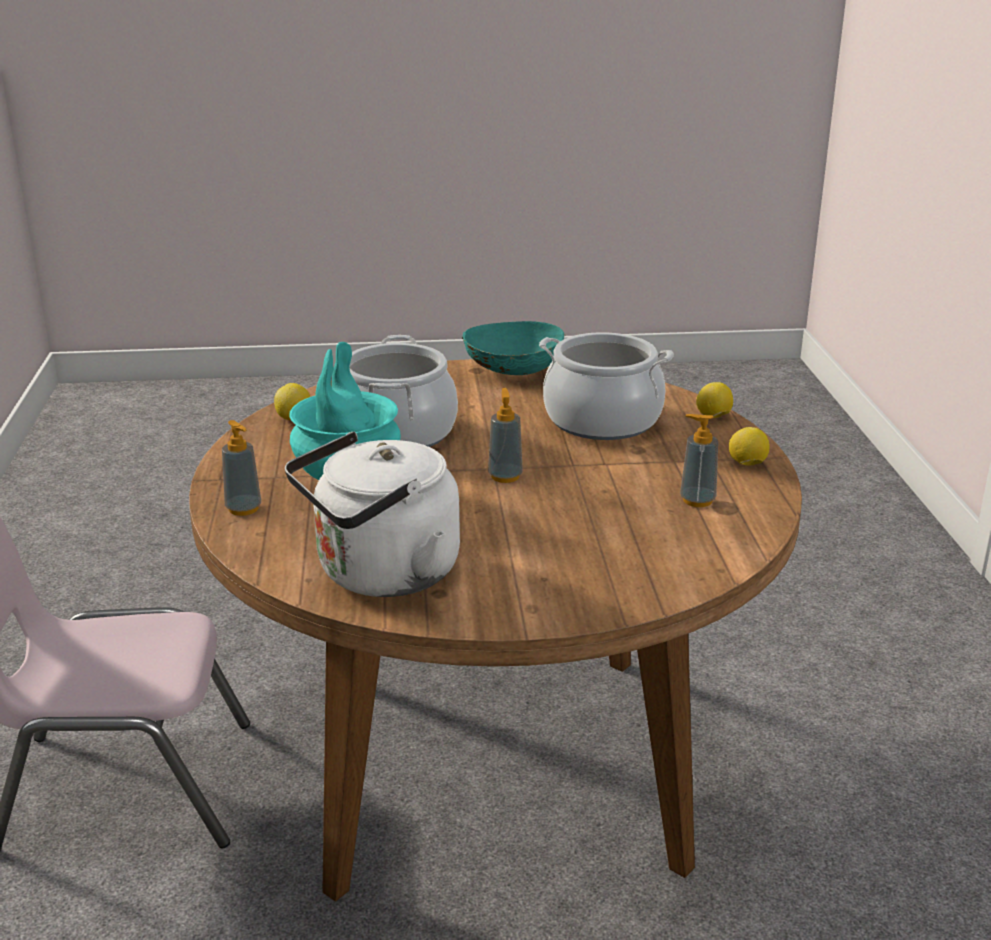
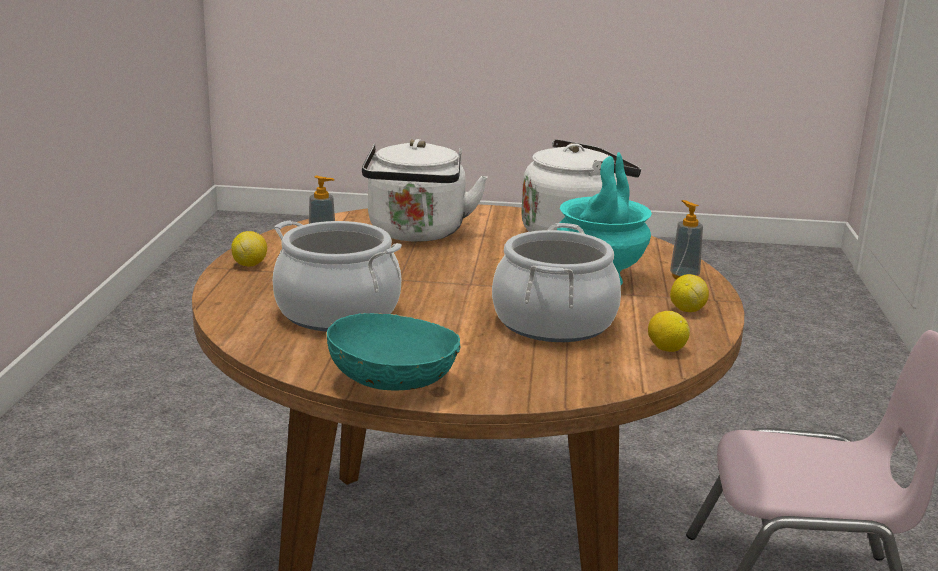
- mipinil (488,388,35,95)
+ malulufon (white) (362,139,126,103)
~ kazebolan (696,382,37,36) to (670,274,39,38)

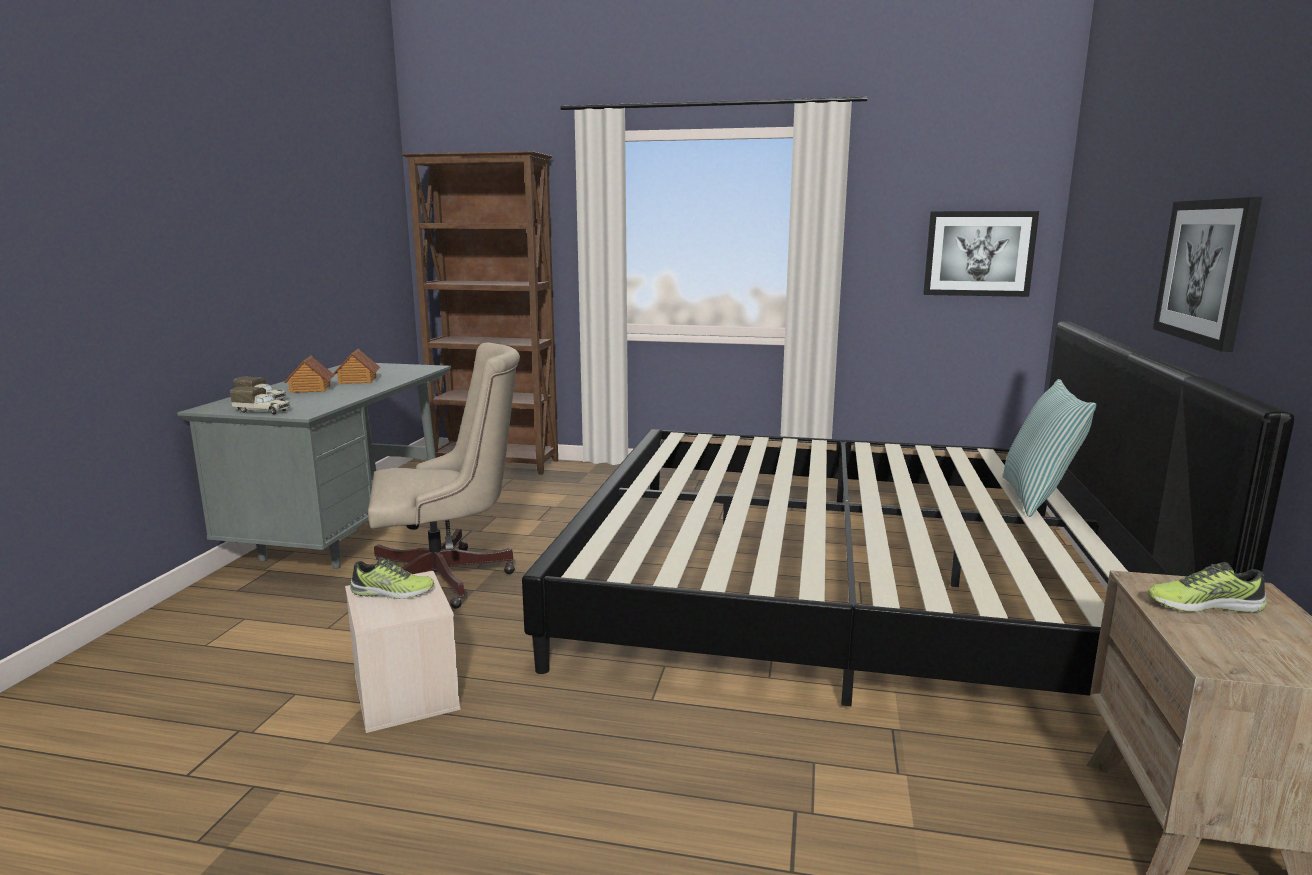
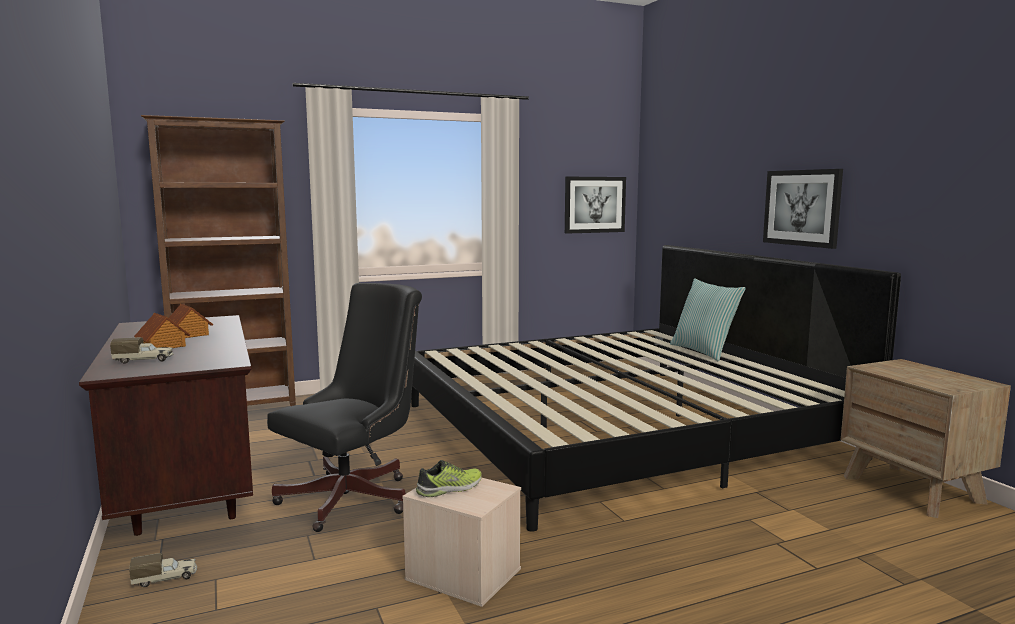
- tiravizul (1148,562,118,50)
~ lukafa (230,387,60,28) to (129,553,68,34)
~ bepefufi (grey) (177,363,274,206) to bepefufi (brown) (79,315,174,221)
~ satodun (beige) (368,342,152,267) to satodun (black) (267,283,155,249)

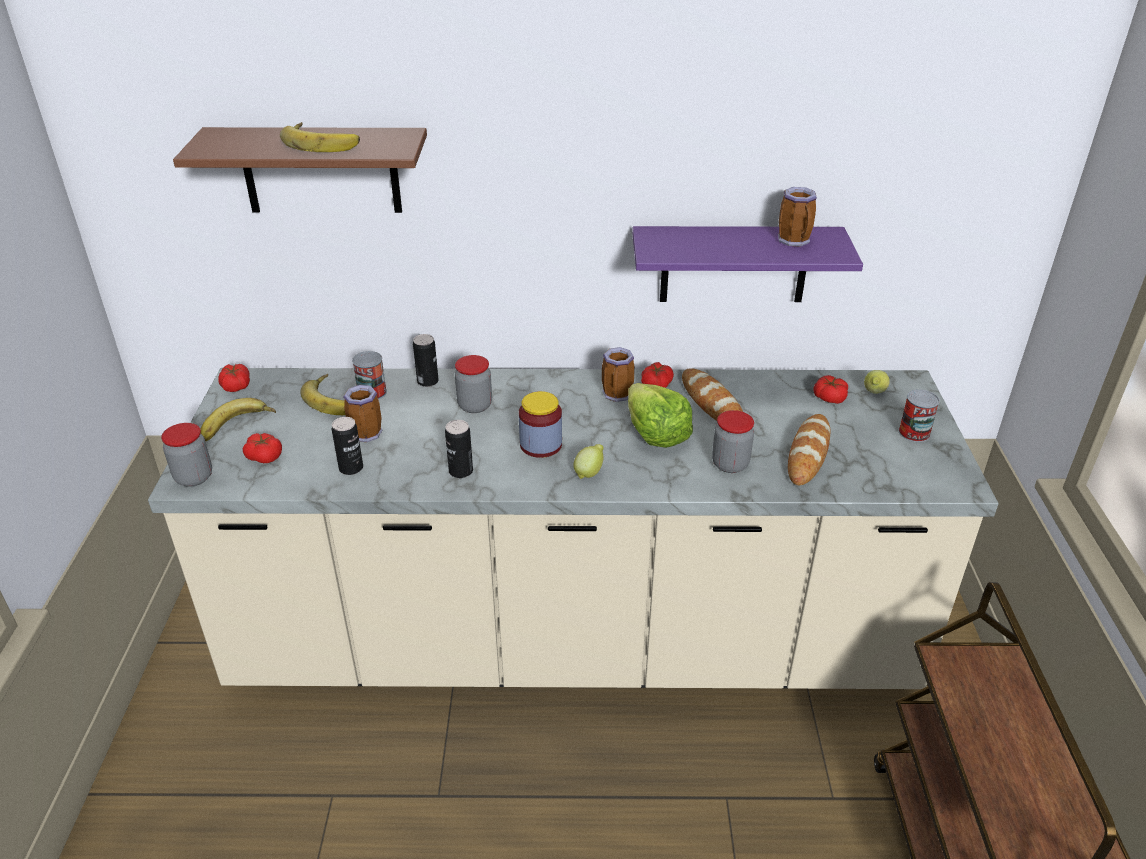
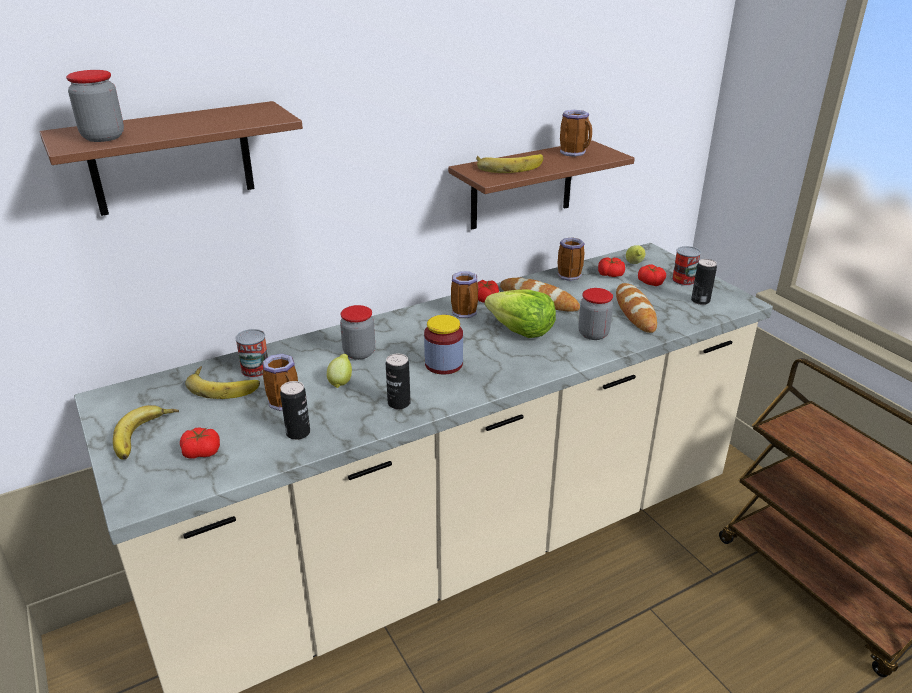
+ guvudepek (557,237,28,44)
~ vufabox (161,423,51,64) to (66,70,58,72)
~ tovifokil (218,364,32,28) to (638,264,28,22)
~ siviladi (280,122,80,30) to (476,154,67,19)
~ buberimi (413,334,26,53) to (691,259,26,46)
~ kazebolan (573,444,31,35) to (327,354,25,34)
~ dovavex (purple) (632,226,231,76) to dovavex (brown) (448,140,187,89)

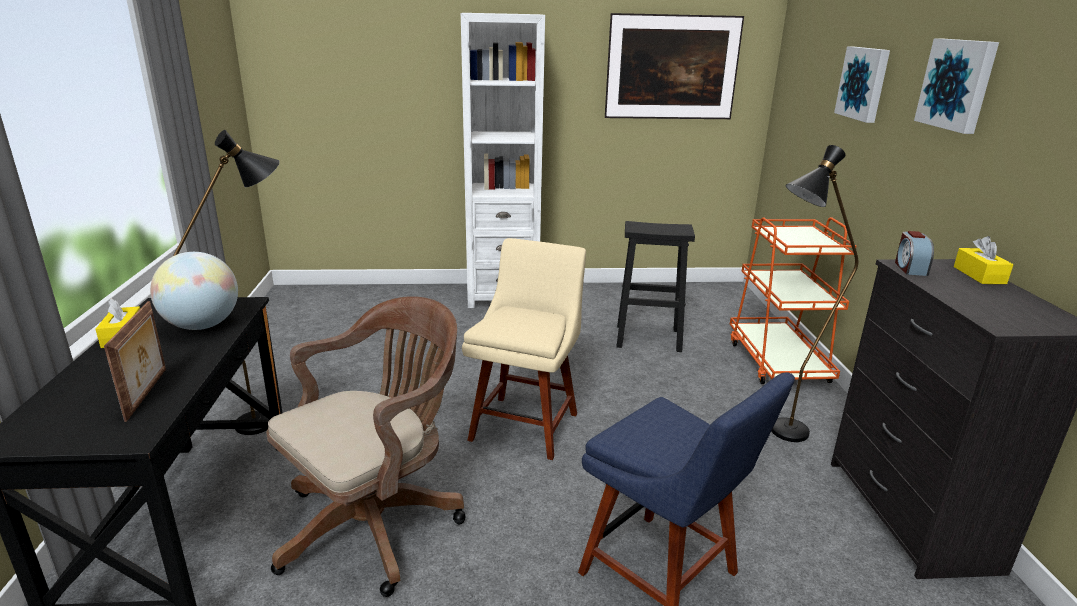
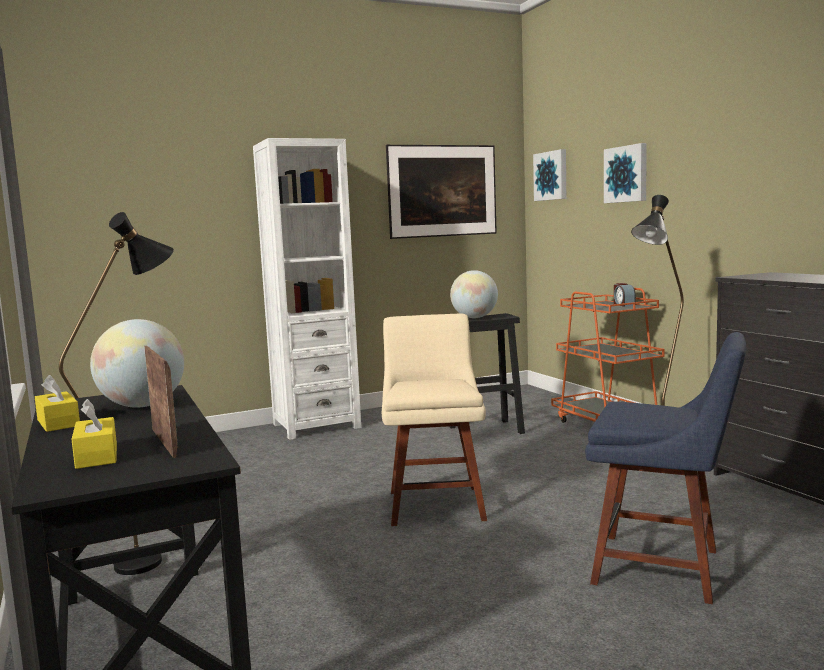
- satodun (brown) (266,296,200,301)
+ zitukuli (450,270,48,48)
~ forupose (895,231,39,45) to (614,283,22,24)
~ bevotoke (914,38,85,96) to (533,149,33,52)
~ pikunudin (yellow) (954,236,59,48) to (71,399,46,70)

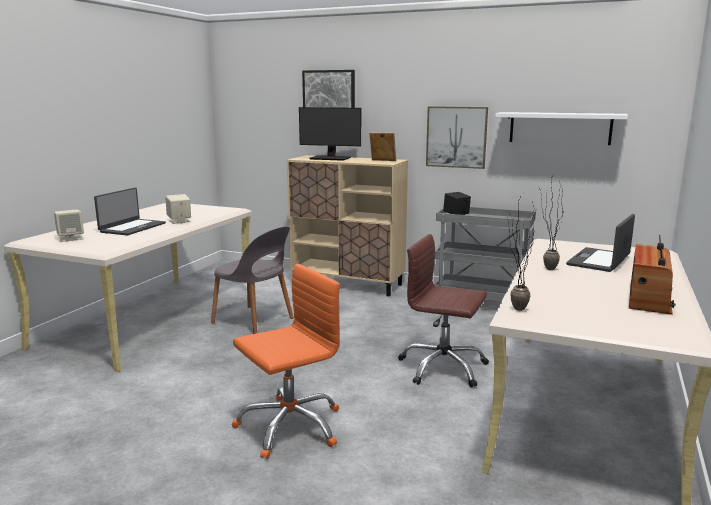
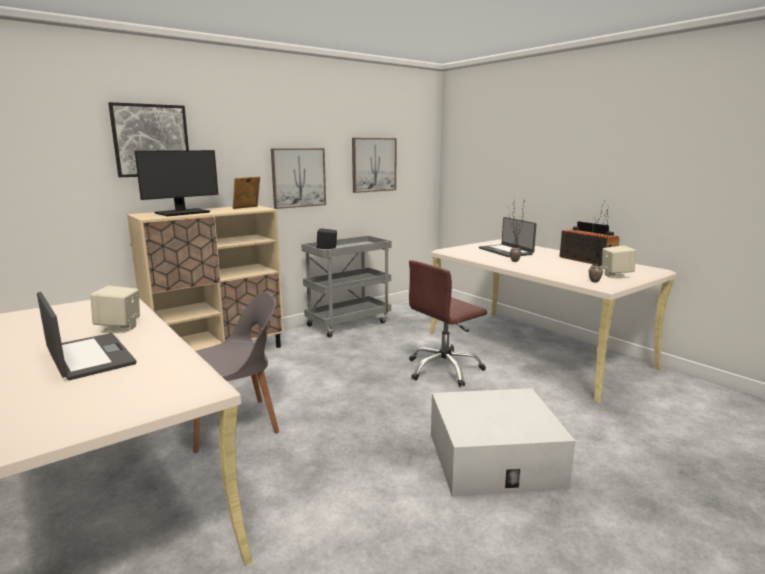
~ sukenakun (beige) (54,210,30,32) to (602,246,34,32)
~ satodun (orange) (232,263,108,196) to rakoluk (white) (431,388,144,109)
~ dovavex (white) (495,112,133,33) to bevotoke (352,138,45,55)

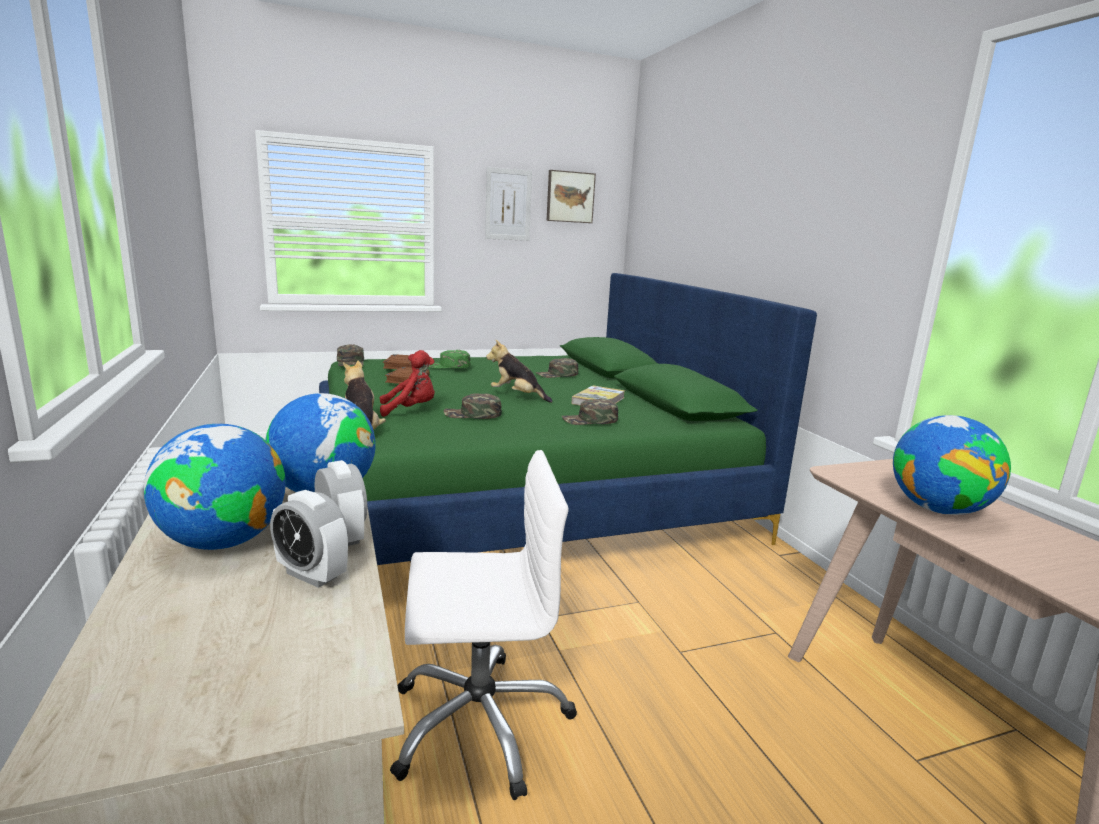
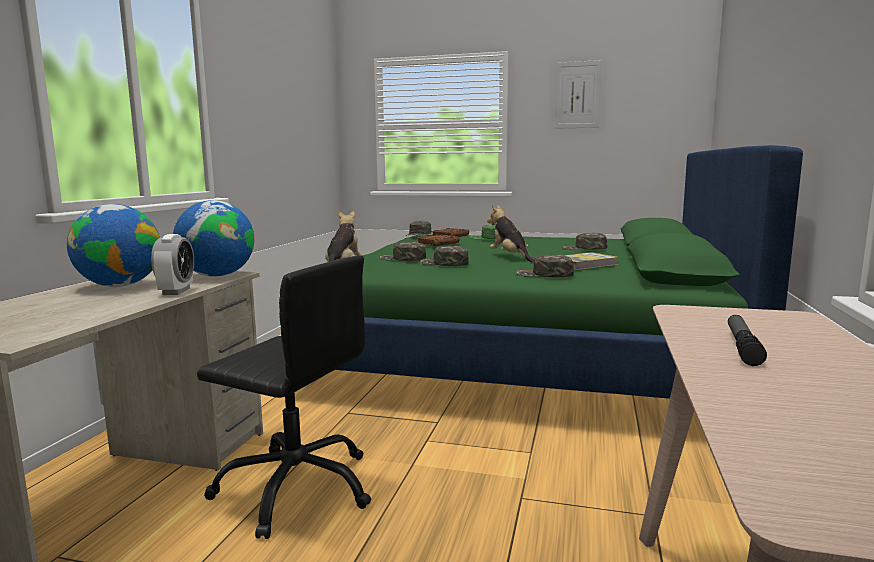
- forupose (270,490,78,98)
- bevotoke (547,170,49,53)
~ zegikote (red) (380,350,55,67) to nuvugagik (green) (380,242,46,19)
~ zitukuli (893,415,118,100) to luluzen (728,315,39,51)
~ satodun (white) (390,450,187,350) to satodun (black) (197,256,174,283)

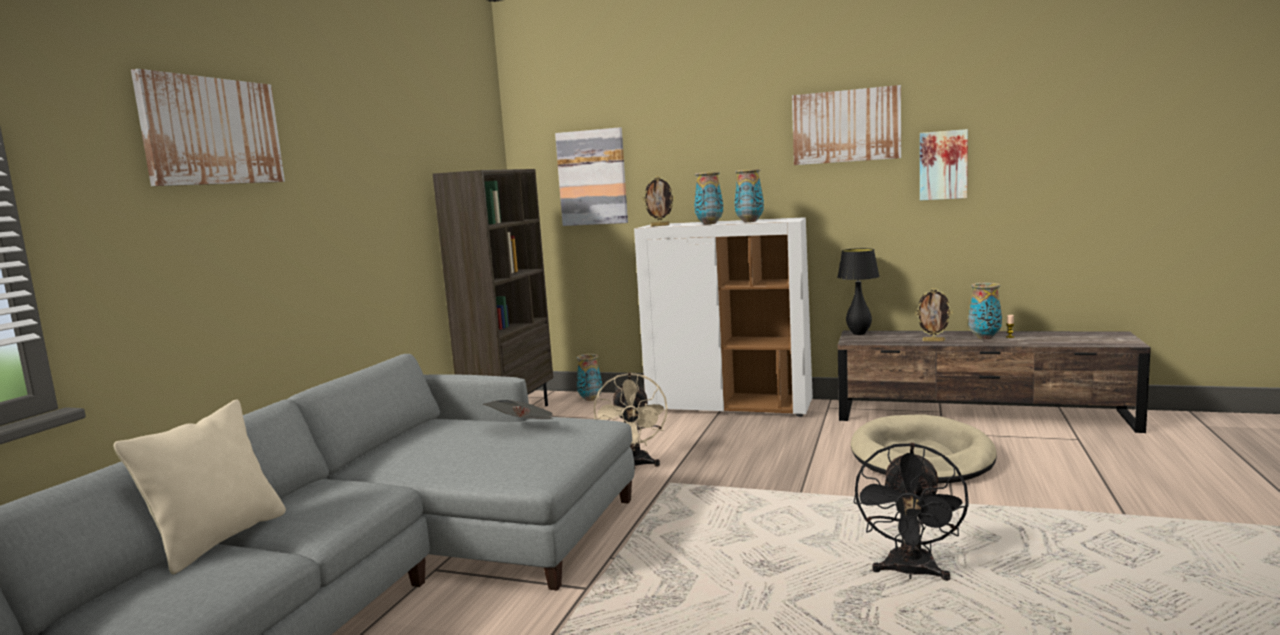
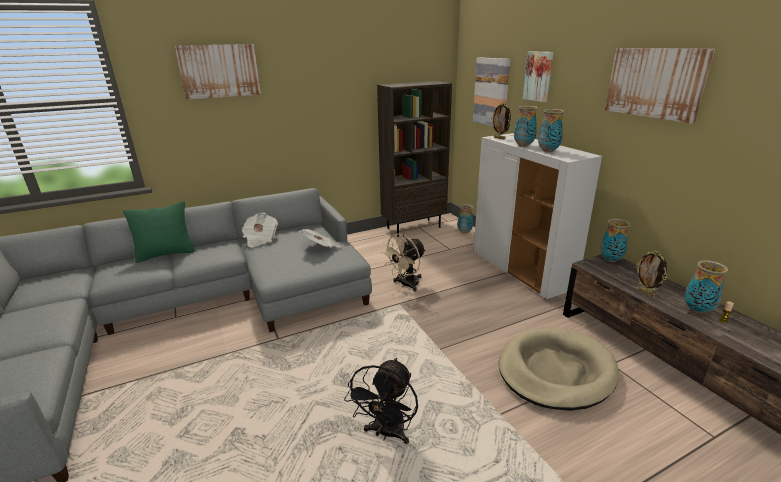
+ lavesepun (242,213,36,34)
~ bevotoke (920,129,48,72) to (523,51,30,51)
~ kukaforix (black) (837,248,43,87) to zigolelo (600,219,31,43)
~ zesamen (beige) (113,399,173,175) to zesamen (green) (123,201,72,62)
~ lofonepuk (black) (853,443,116,138) = (344,358,74,86) 45 degrees counterclockwise

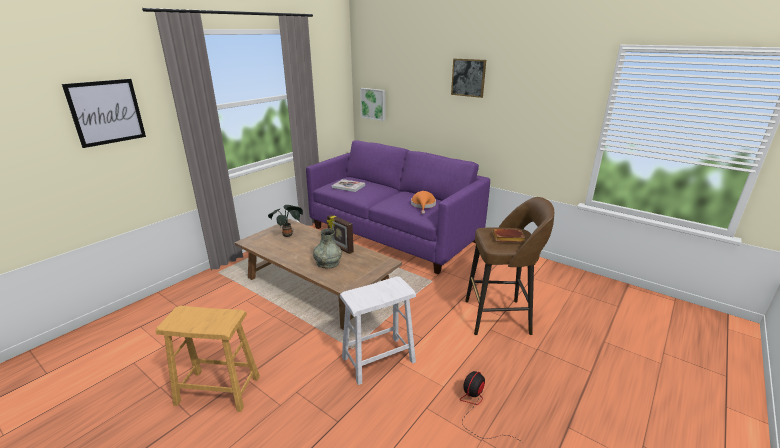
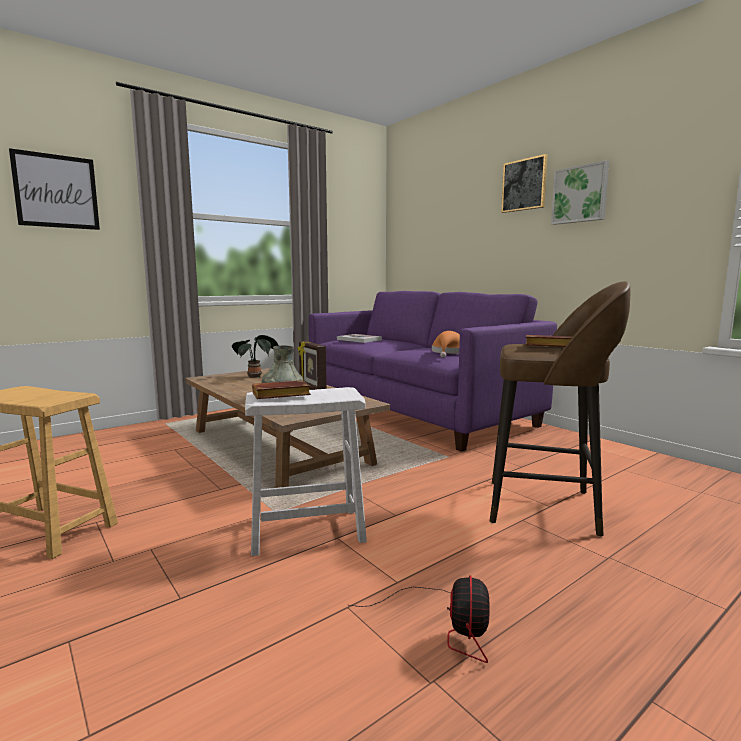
+ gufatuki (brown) (252,380,59,19)
~ bevotoke (360,88,25,33) to (551,160,58,65)
~ lofonepuk (460,371,62,71) = (349,575,141,88) 135 degrees clockwise

